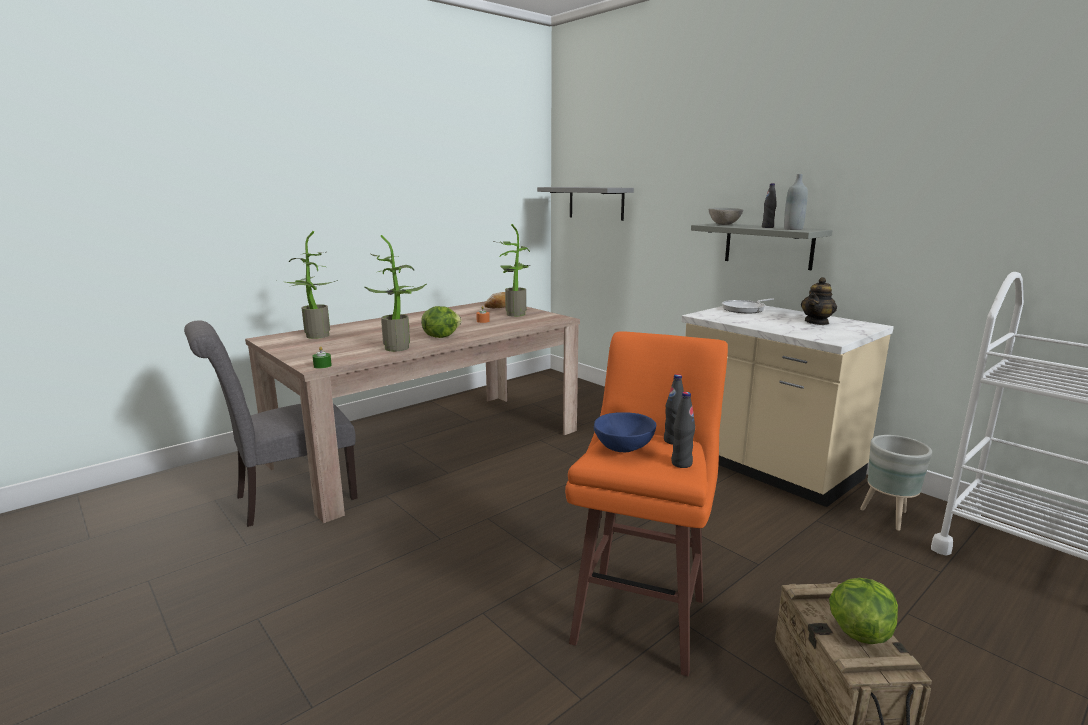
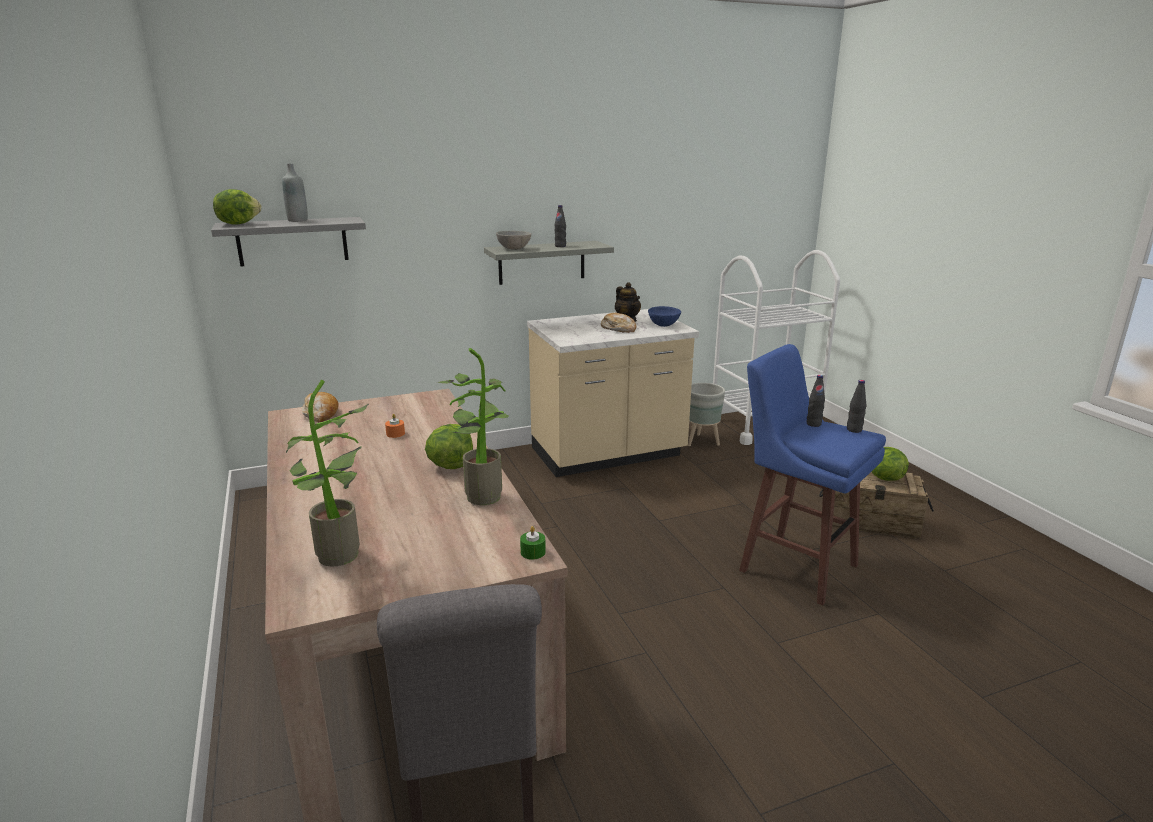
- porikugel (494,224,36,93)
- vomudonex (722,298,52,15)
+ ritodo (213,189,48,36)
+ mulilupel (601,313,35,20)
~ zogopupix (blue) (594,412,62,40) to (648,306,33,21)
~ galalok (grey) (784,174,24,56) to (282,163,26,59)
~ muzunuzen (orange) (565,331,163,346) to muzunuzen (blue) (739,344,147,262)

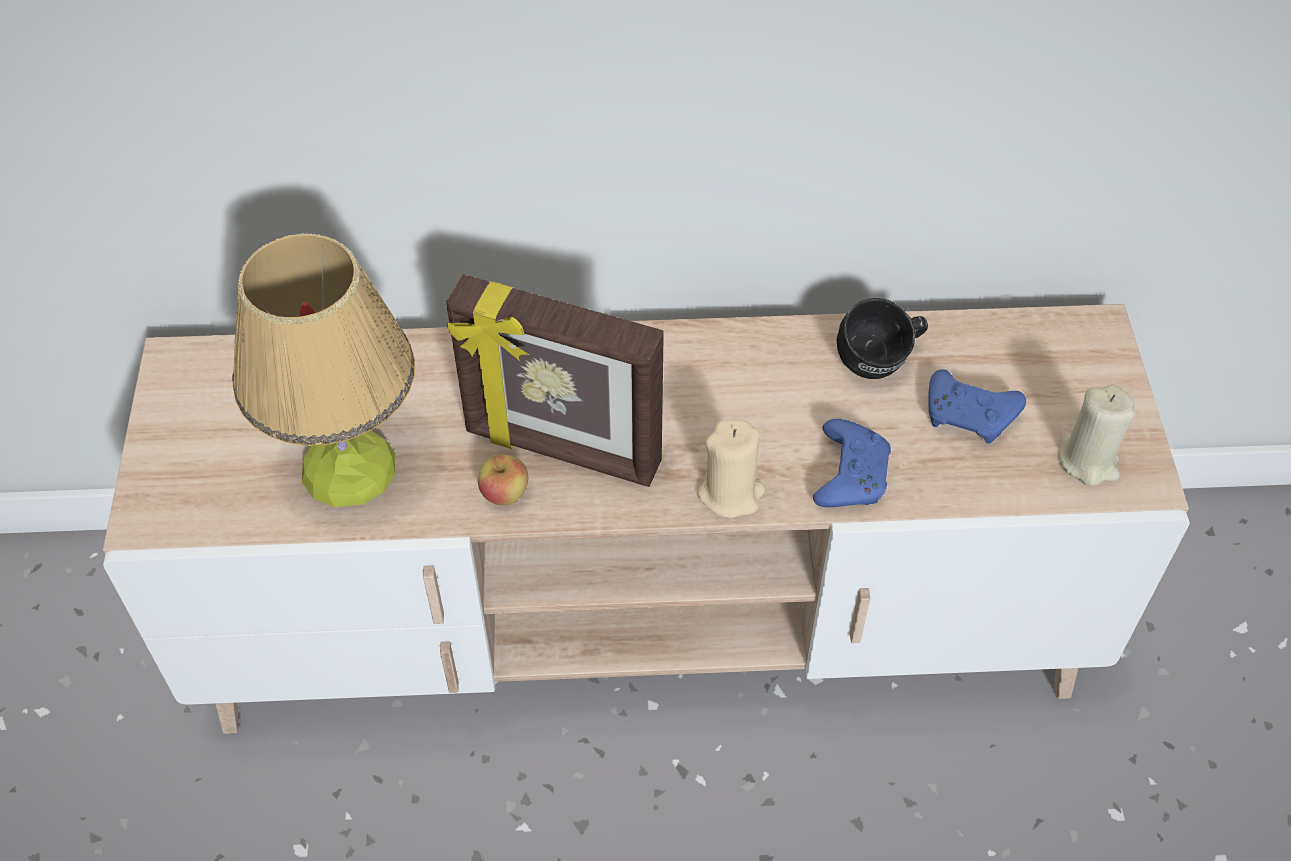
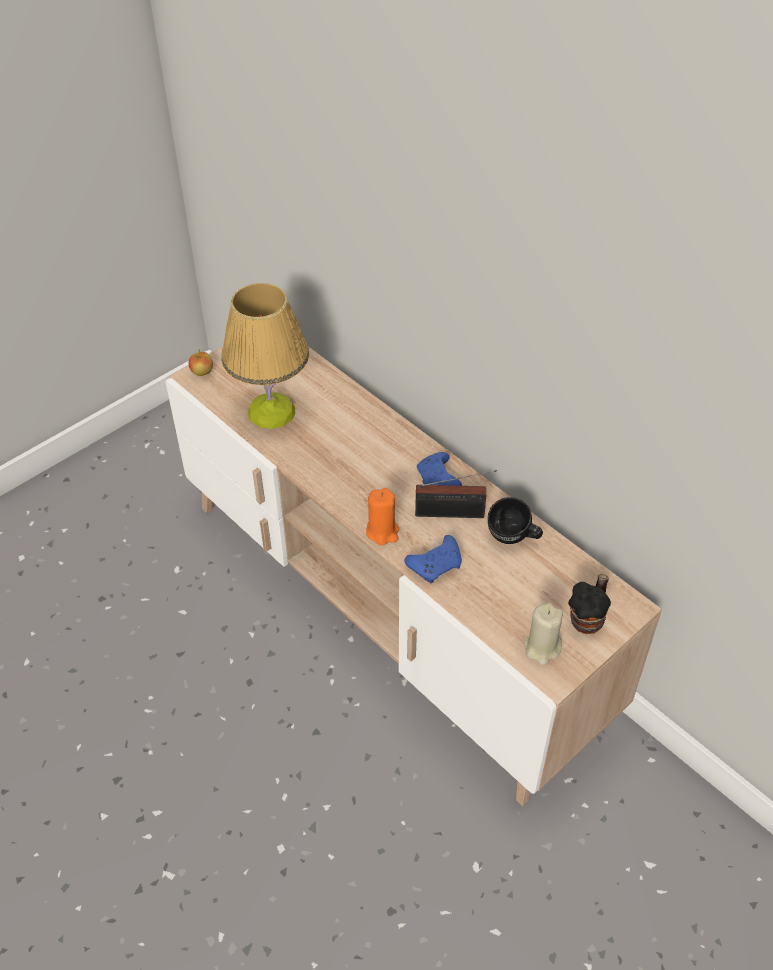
- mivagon (446,274,218,213)
+ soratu (415,470,82,48)
+ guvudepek (568,574,43,60)
~ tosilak (478,454,50,51) to (189,349,24,27)
~ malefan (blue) (928,369,98,75) to (417,452,45,34)
~ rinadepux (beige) (697,419,68,99) to rinadepux (orange) (366,488,33,57)

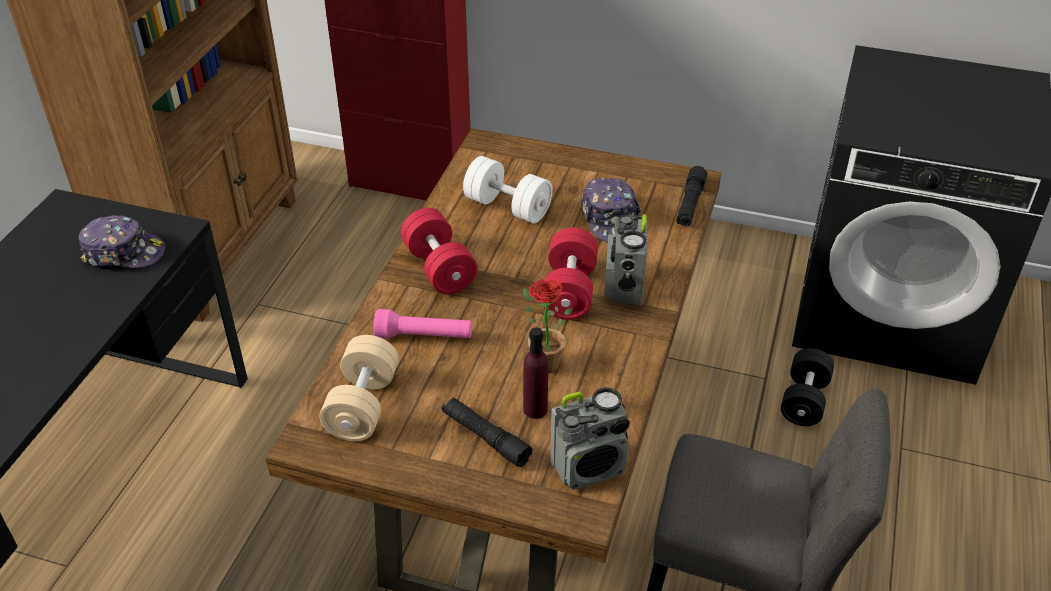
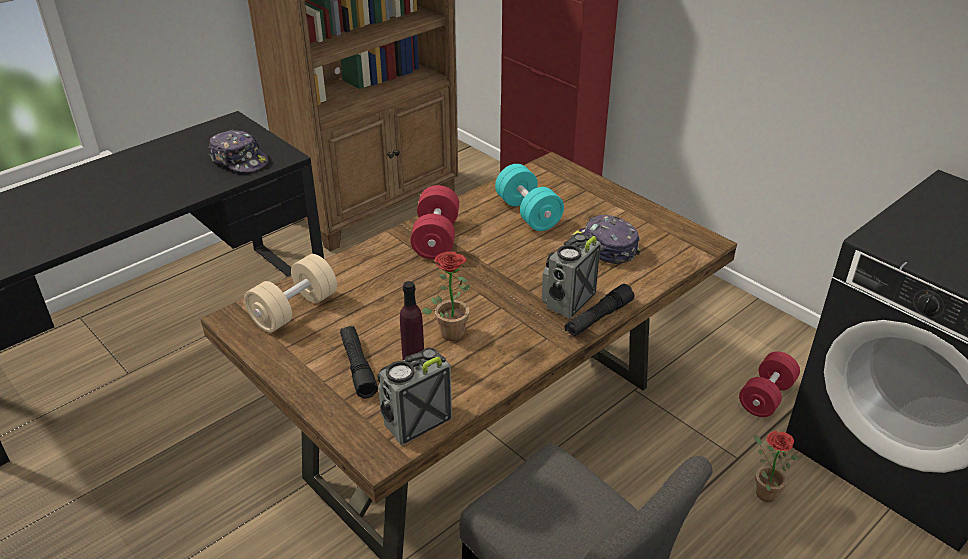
- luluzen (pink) (374,309,98,30)
~ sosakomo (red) (543,227,55,93) to (739,351,61,66)
~ luluzen (black) (677,166,30,60) to (565,284,69,53)
~ sosakomo (black) (781,348,53,78) to porikugel (754,431,45,71)
~ sosakomo (white) (463,156,90,67) to sosakomo (turquoise) (495,164,69,67)
~ soratu (550,387,80,103) = (377,348,75,97) 135 degrees clockwise
~ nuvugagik (581,178,60,64) = (571,215,70,49) 120 degrees clockwise

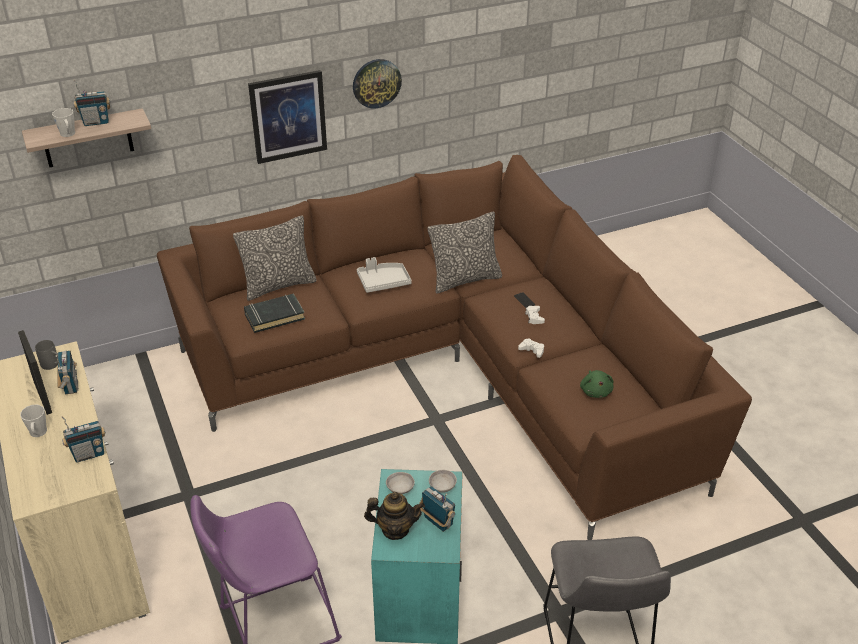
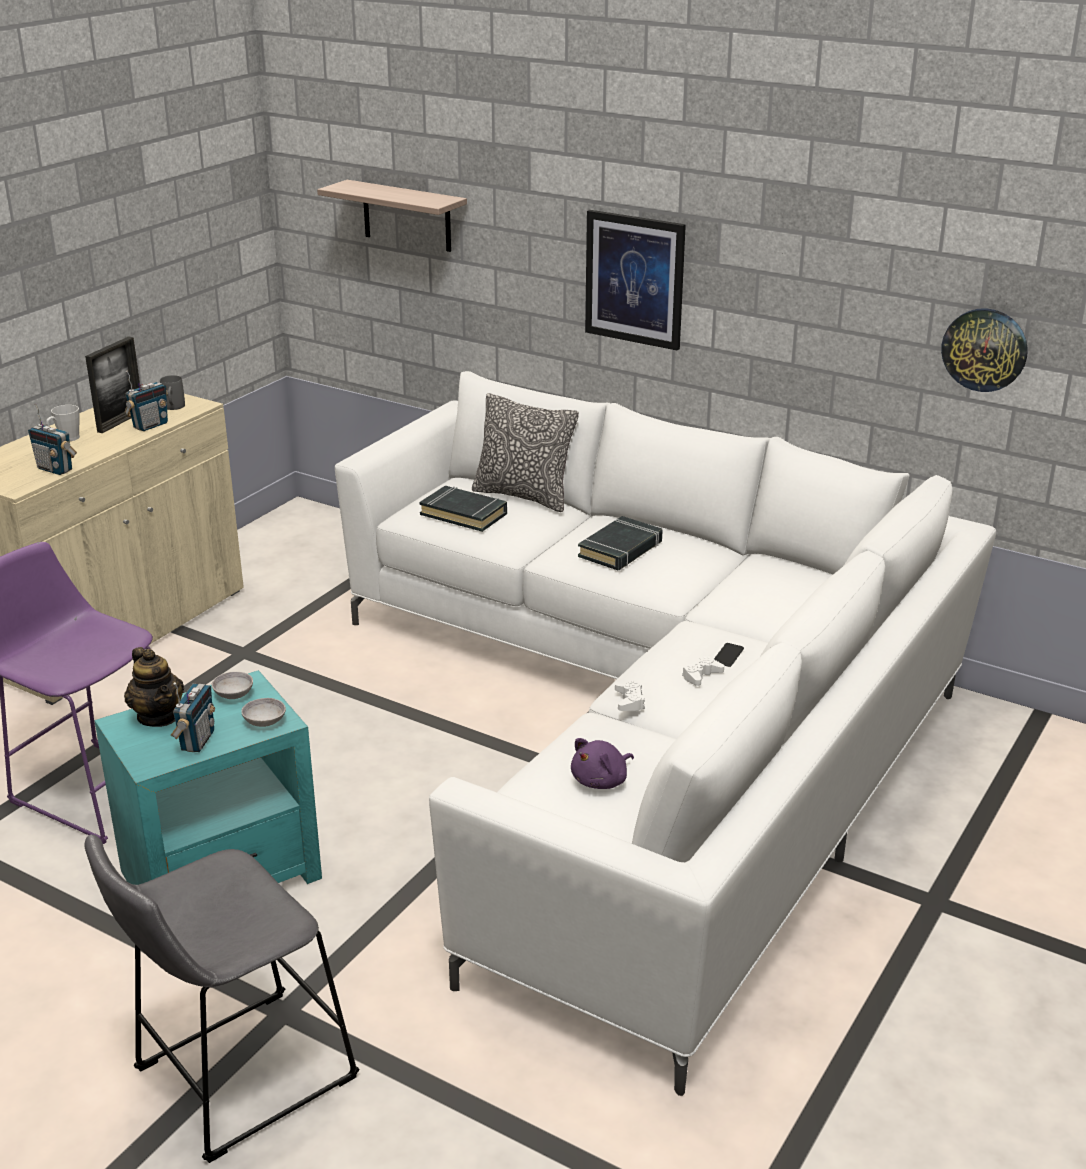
- guvudepek (grey) (52,108,23,29)
- soratu (73,79,37,47)
- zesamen (428,212,74,82)
~ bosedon (353,59,49,49) to (941,308,87,84)
~ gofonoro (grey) (357,257,55,36) to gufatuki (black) (578,516,85,54)
~ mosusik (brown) (157,155,595,385) to mosusik (white) (335,371,661,725)
~ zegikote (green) (580,370,33,28) to zegikote (purple) (571,738,63,51)

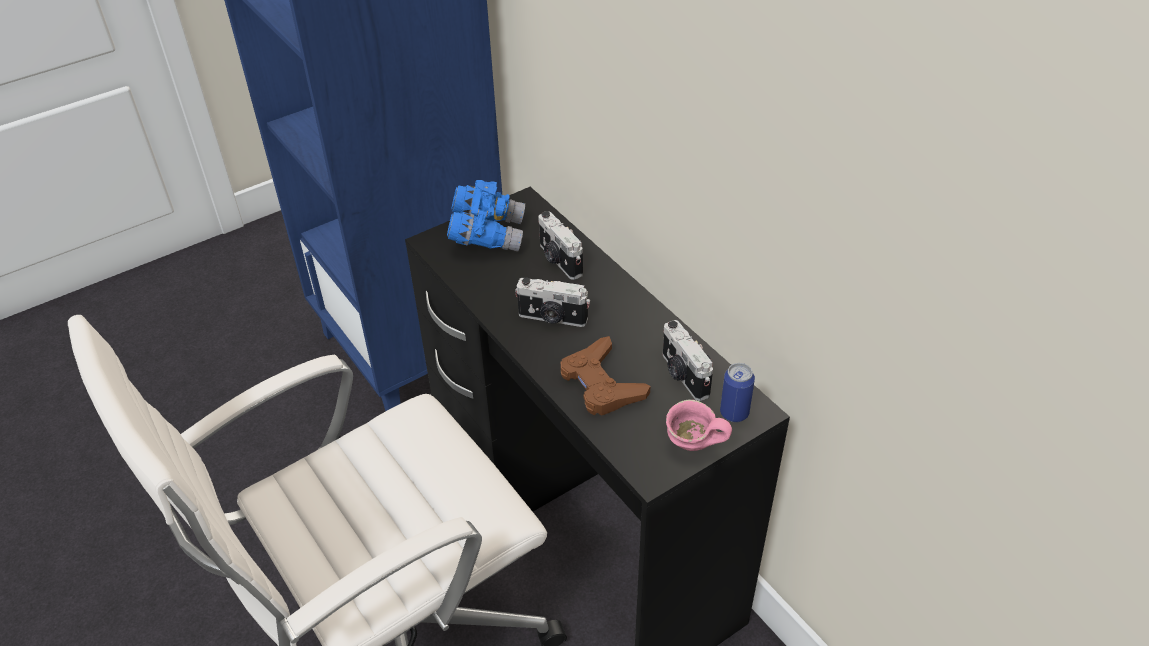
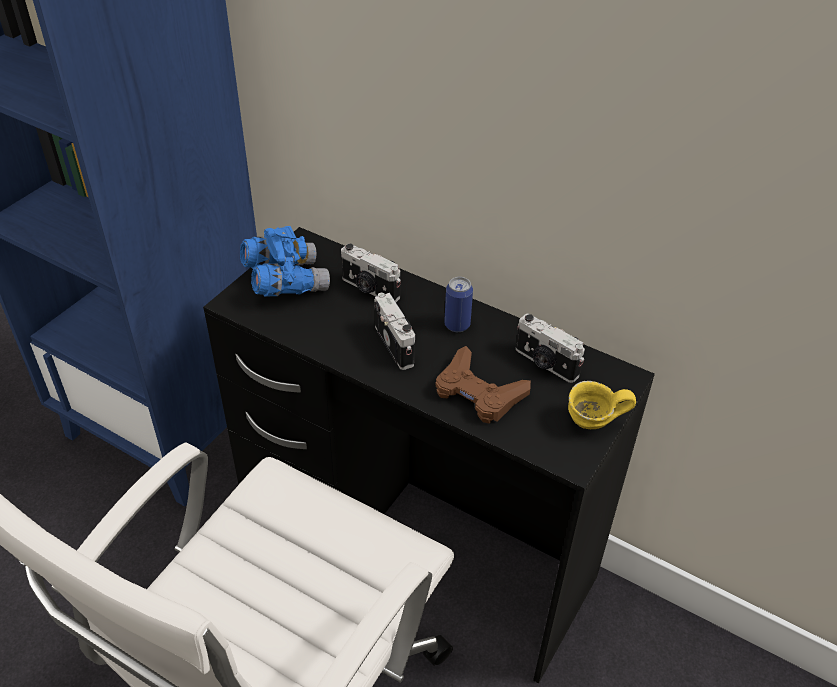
~ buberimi (720,363,35,59) to (444,277,29,55)
~ guvudepek (pink) (666,400,66,51) to guvudepek (yellow) (568,381,68,48)
~ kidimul (515,278,75,49) = (374,293,41,77) 105 degrees counterclockwise

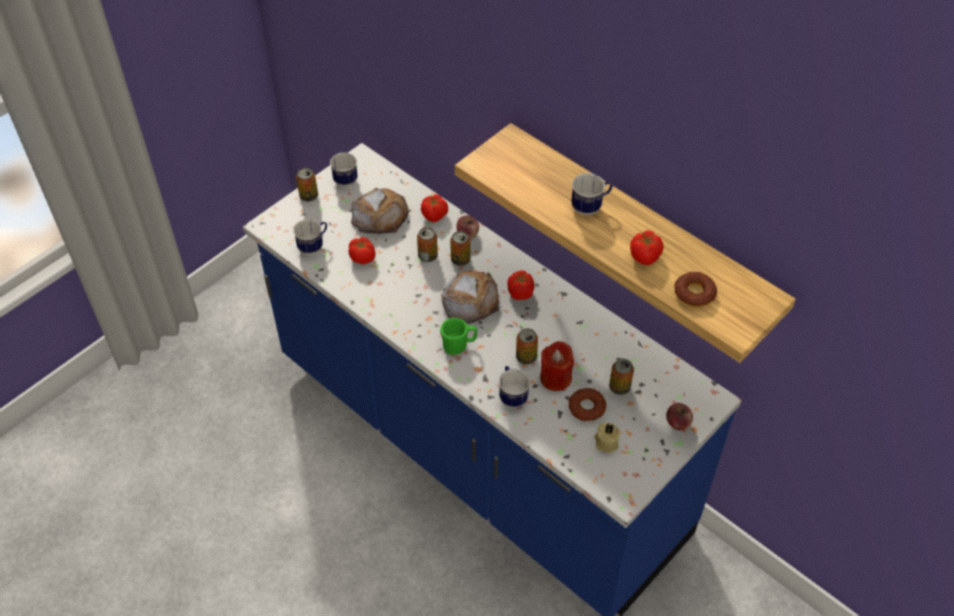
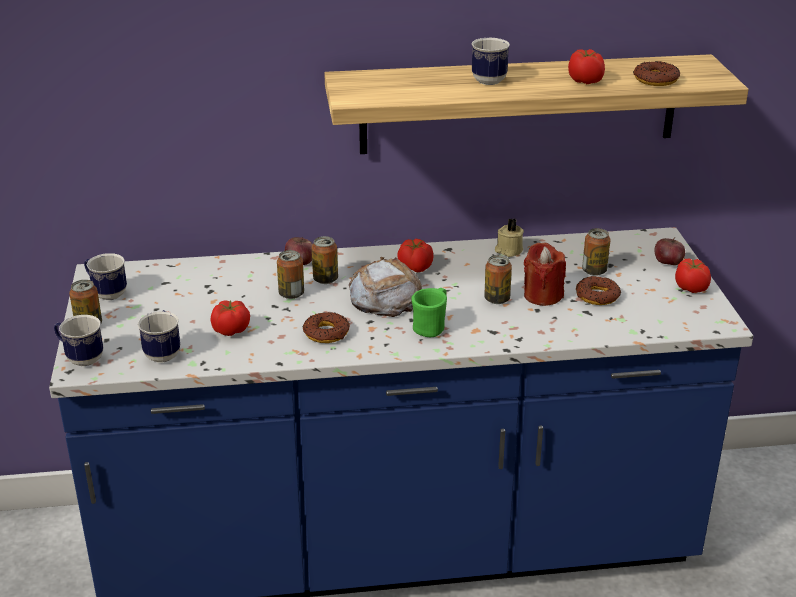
- mulilupel (351,188,58,46)
+ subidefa (303,312,47,31)
~ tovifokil (421,194,27,28) to (675,259,36,34)
~ guvudepek (499,366,31,42) to (54,315,49,51)
~ rinadepux (beige) (594,423,25,30) to (495,218,29,39)

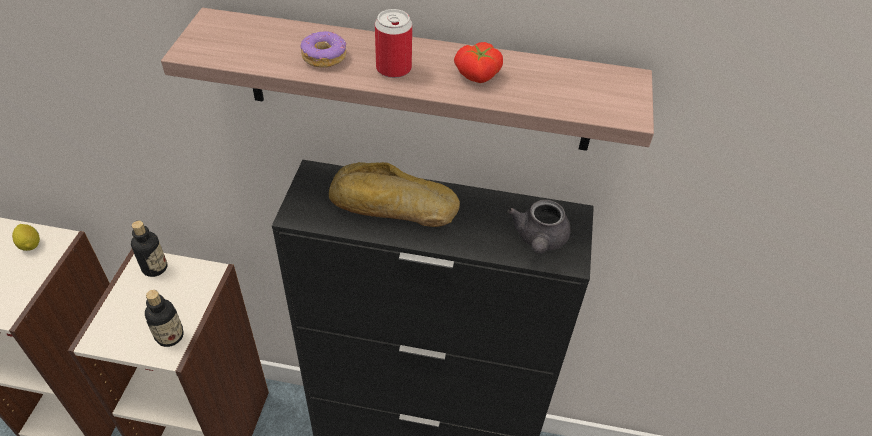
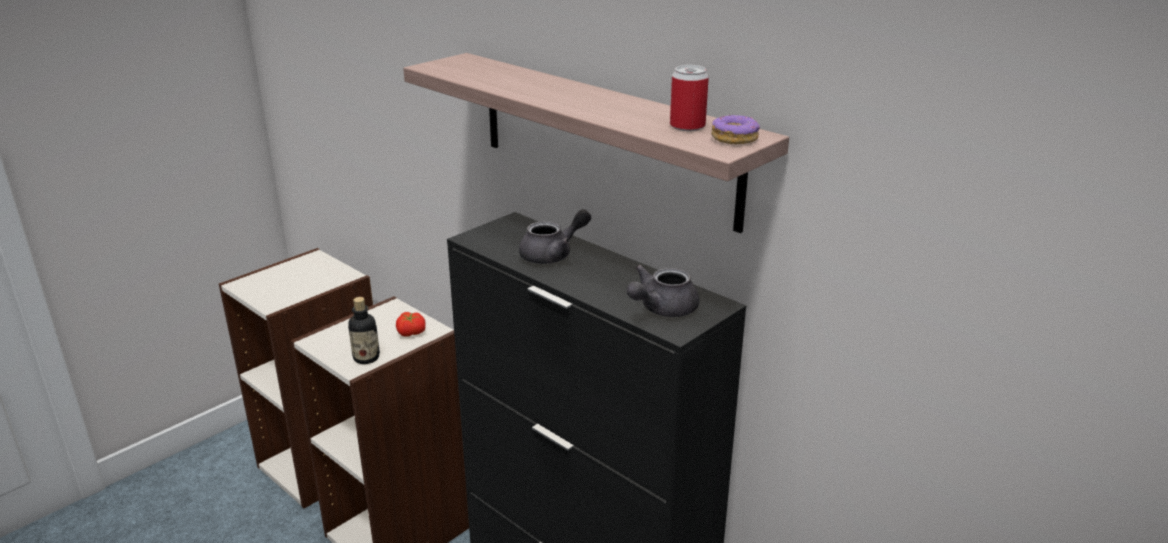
- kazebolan (12,224,28,27)
- galalok (131,221,36,56)
~ subidefa (300,31,47,37) to (711,115,49,29)
~ buberimi (375,9,37,69) to (670,65,39,66)
~ tovifokil (454,42,49,41) to (396,312,30,25)
~ mulilupel (329,162,131,65) to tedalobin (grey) (519,209,72,55)

